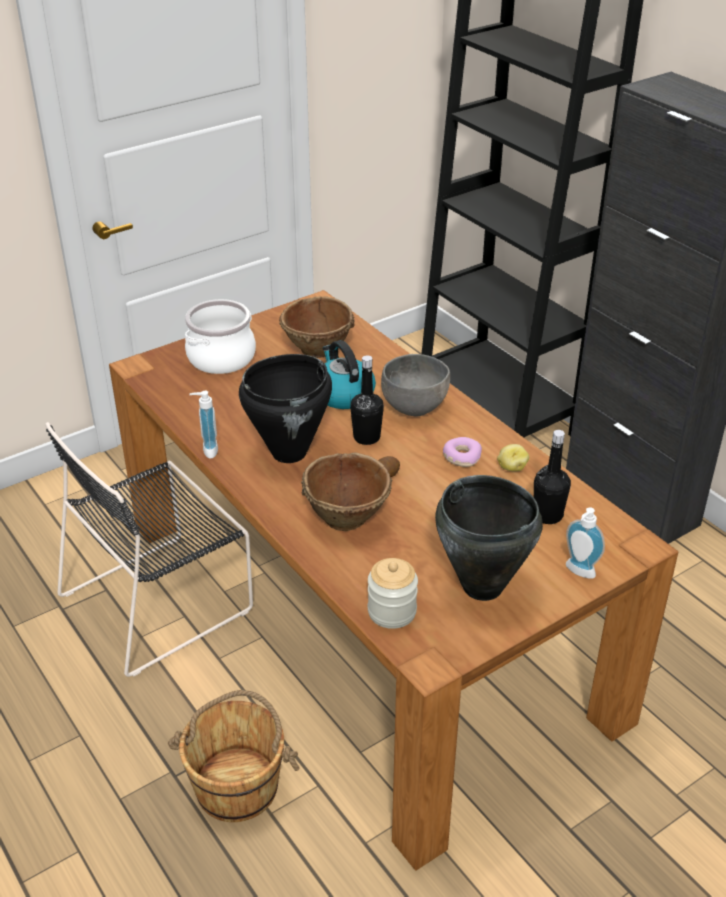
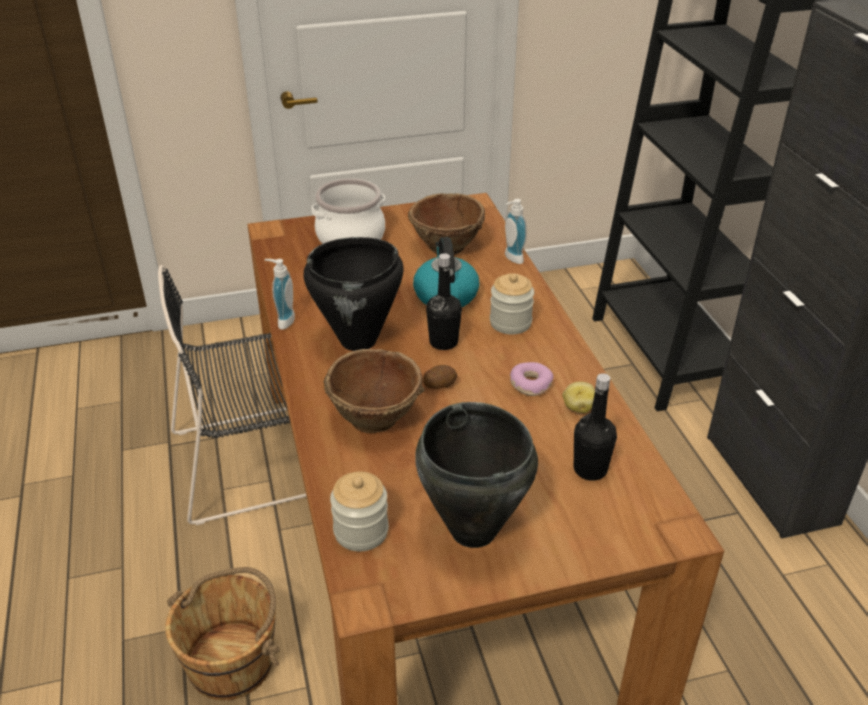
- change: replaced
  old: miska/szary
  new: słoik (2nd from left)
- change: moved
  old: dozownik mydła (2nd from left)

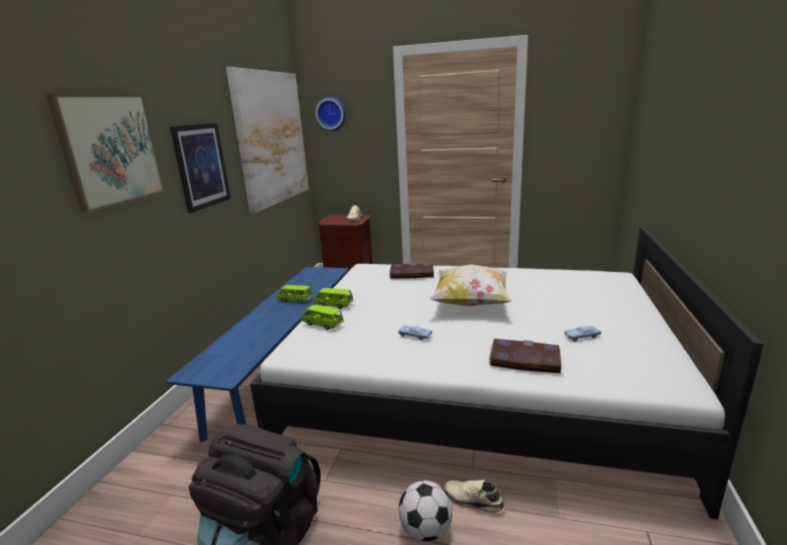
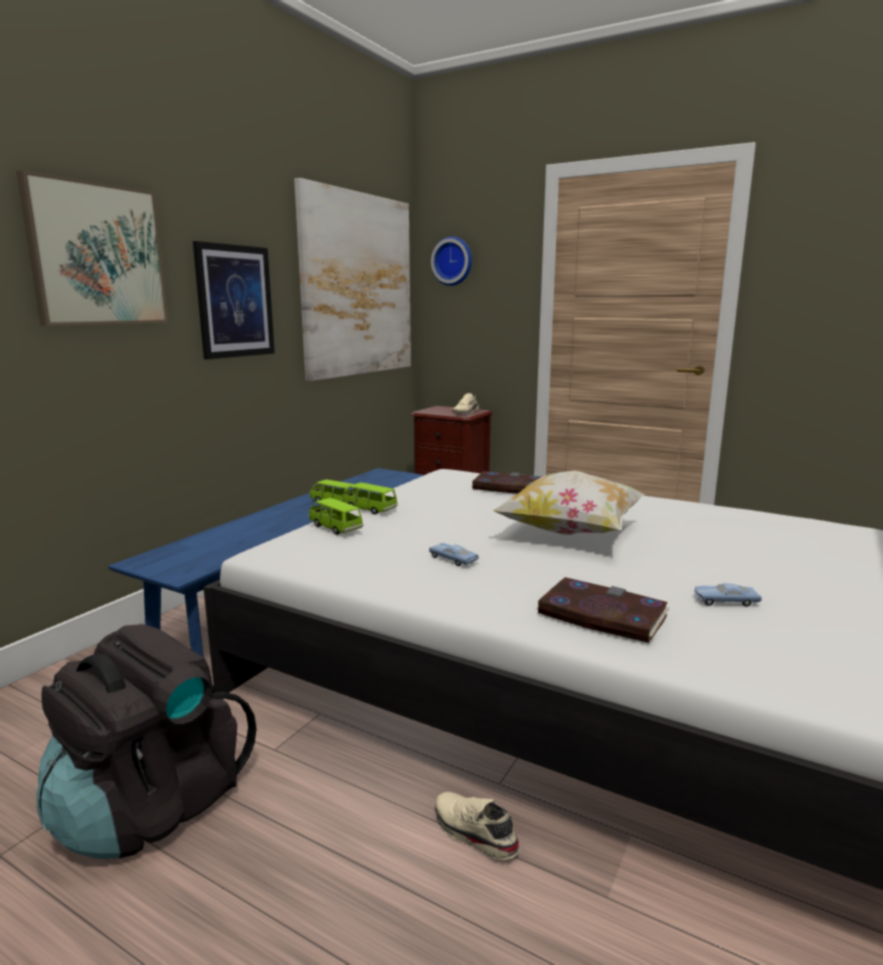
- change: removed
  old: piłka futbolowa

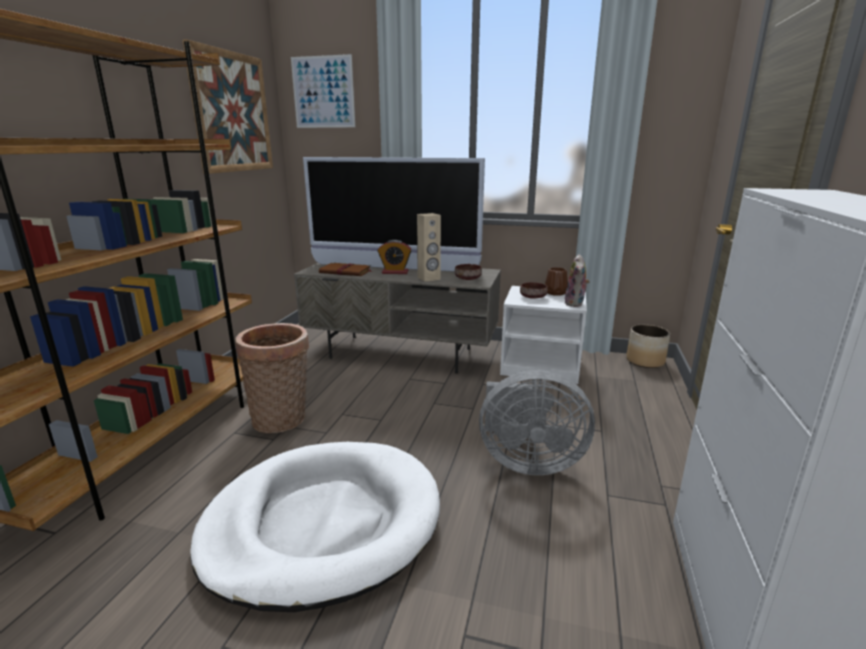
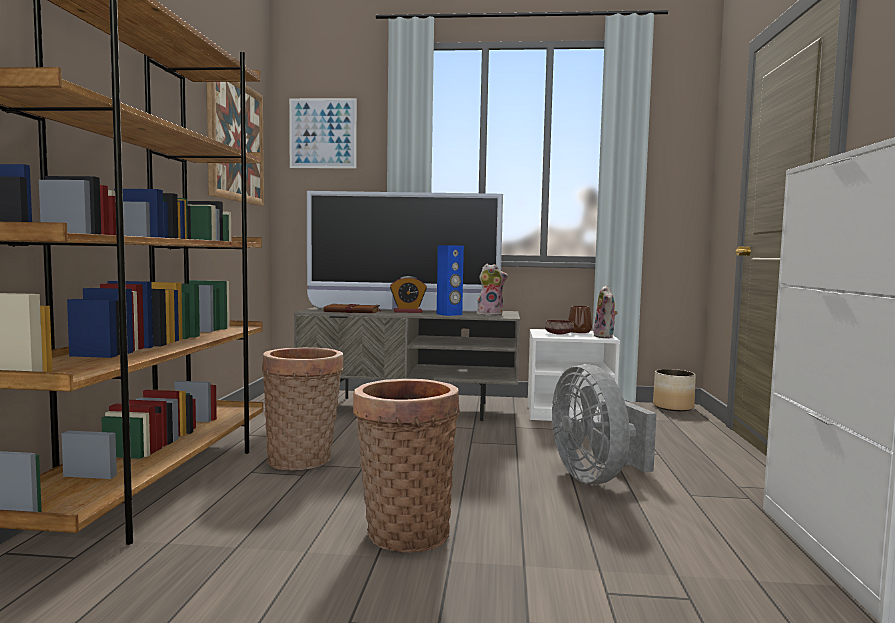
- change: recoloured
  old: głośnik/beżowy
  new: głośnik/niebieski
- change: replaced
  old: miska/brązowy (1st from left)
  new: pluszak (1st from left)
- change: turned
  old: wentylator/szary
  degrees: 75
- change: replaced
  old: legowisko/biały
  new: koszyk (2nd from left)

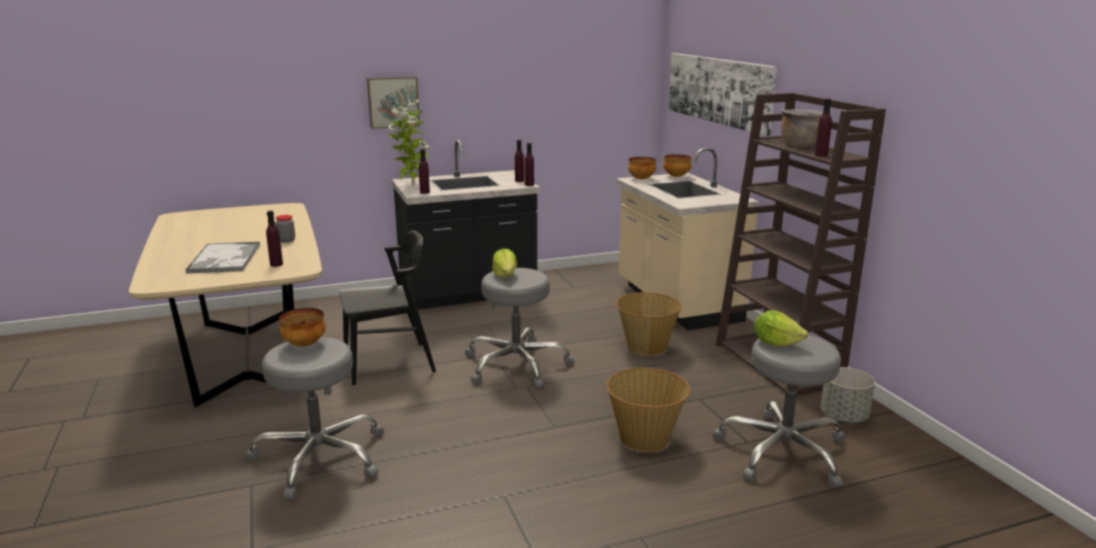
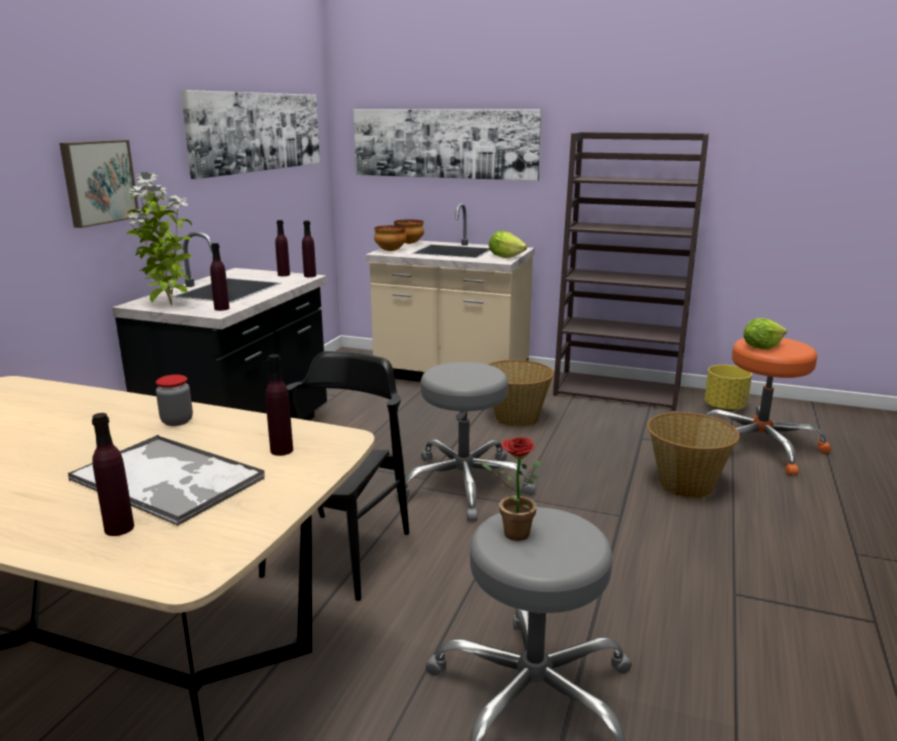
- change: moved
  old: butelka/fioletowy (5th from left in the first image)
  new: butelka/fioletowy (1st from left)
- change: removed
  old: garnek/brązowy
- change: moved
  old: sałata (1st from left)
- change: replaced
  old: miska (1st from left)
  new: roślina doniczkowa (2nd from left)
- change: recoloured
  old: stołek/szary (3rd from left)
  new: stołek/pomarańczowy
- change: recoloured
  old: donica/szary
  new: donica/żółty
- change: added
  new: obraz (2nd from left)

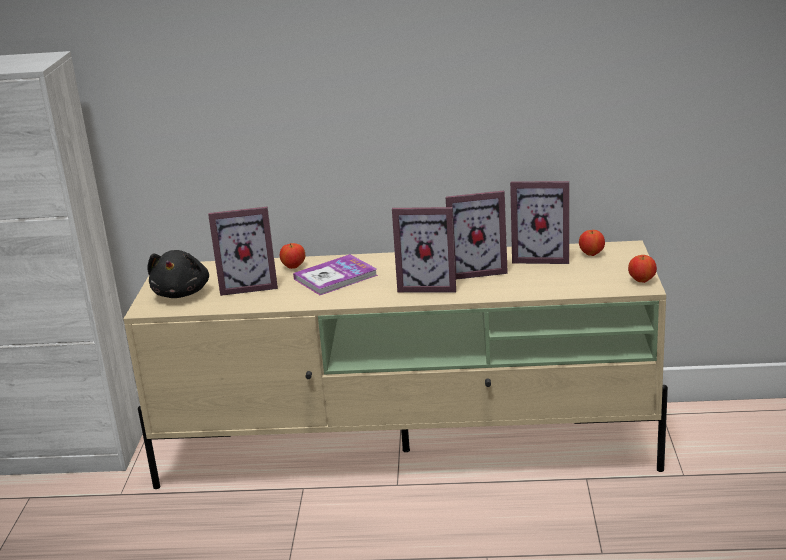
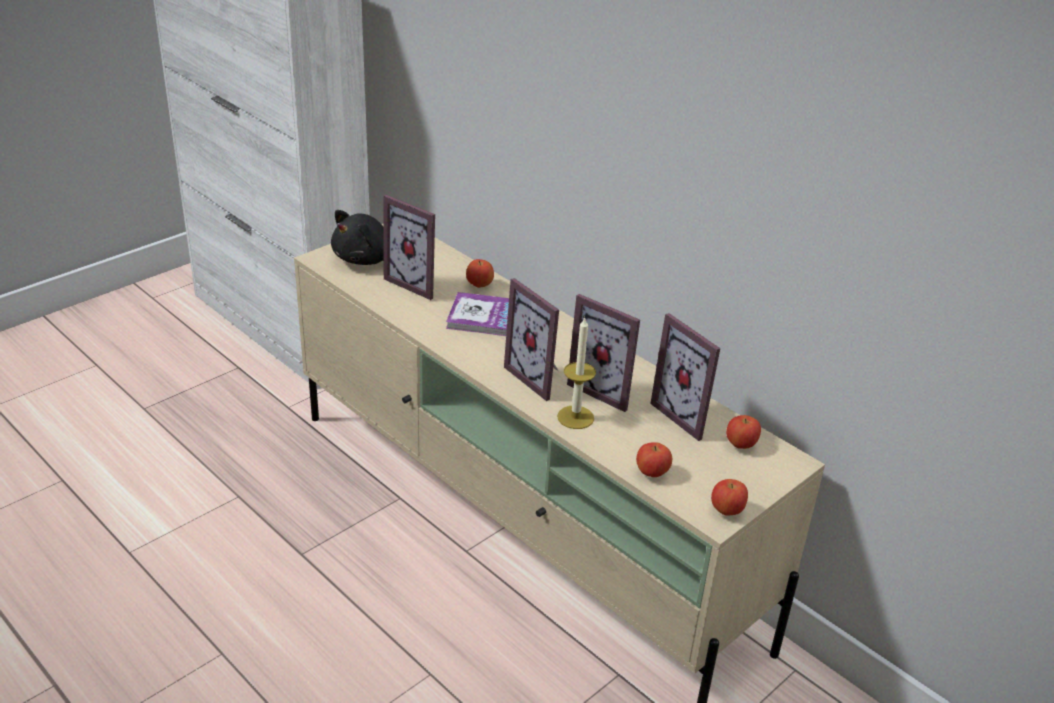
- change: added
  new: świeca
- change: added
  new: jabłko (2nd from left)

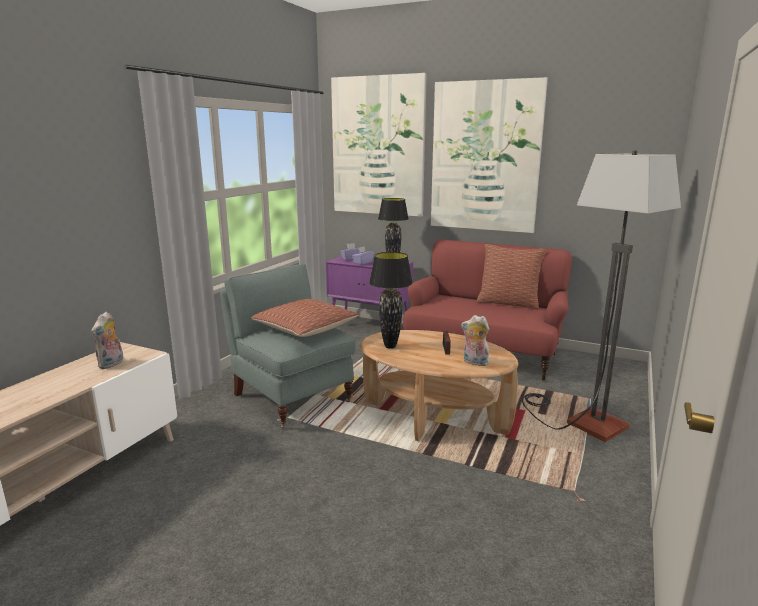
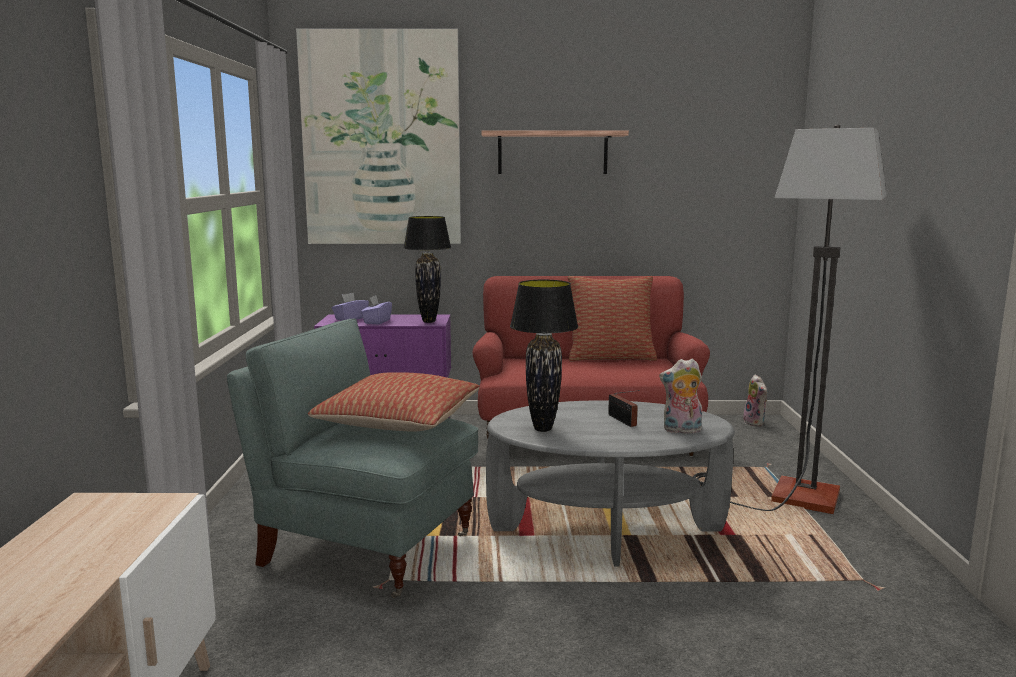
- change: replaced
  old: obraz (2nd from left)
  new: półka
- change: moved
  old: pluszak (1st from left in the first image)
  new: pluszak (2nd from left)
- change: recoloured
  old: ława/brązowy
  new: ława/szary

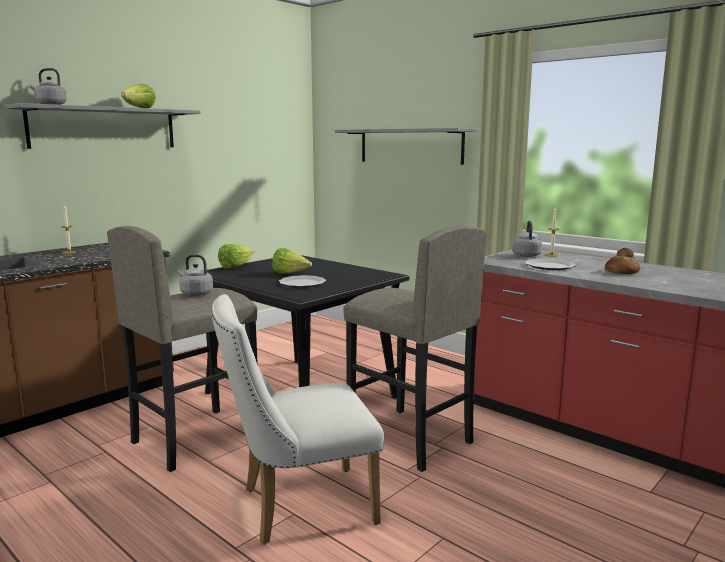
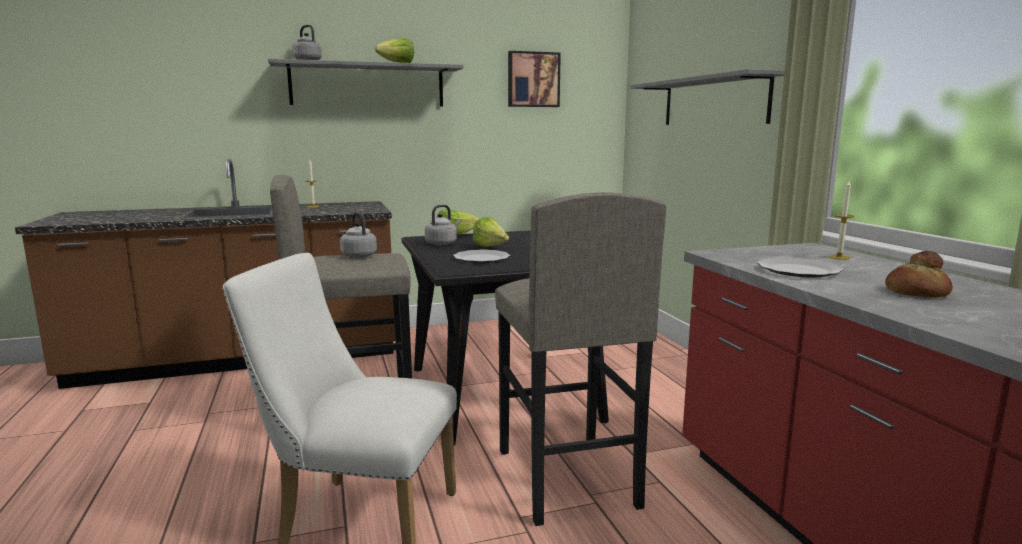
- change: moved
  old: czajnik/szary (3rd from left)
- change: added
  new: obraz

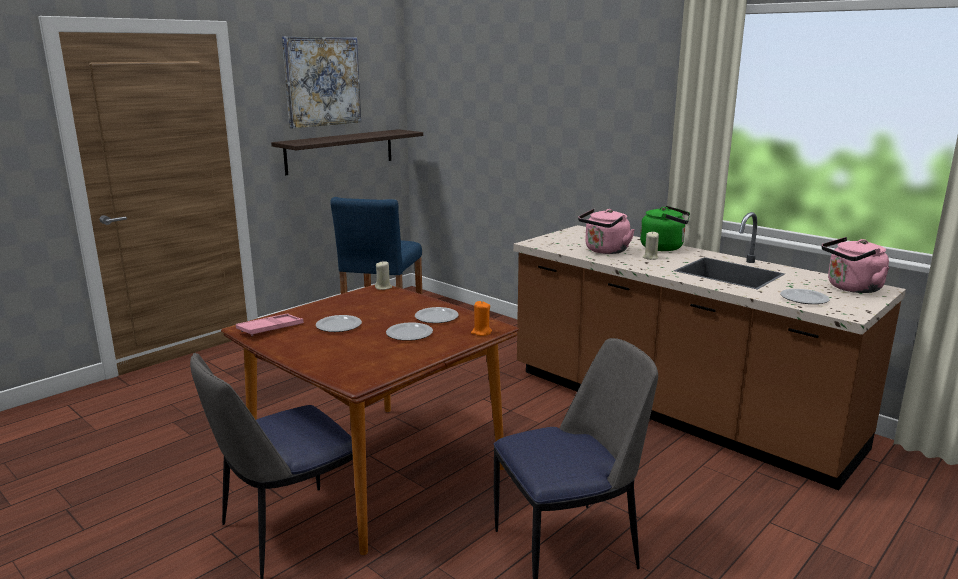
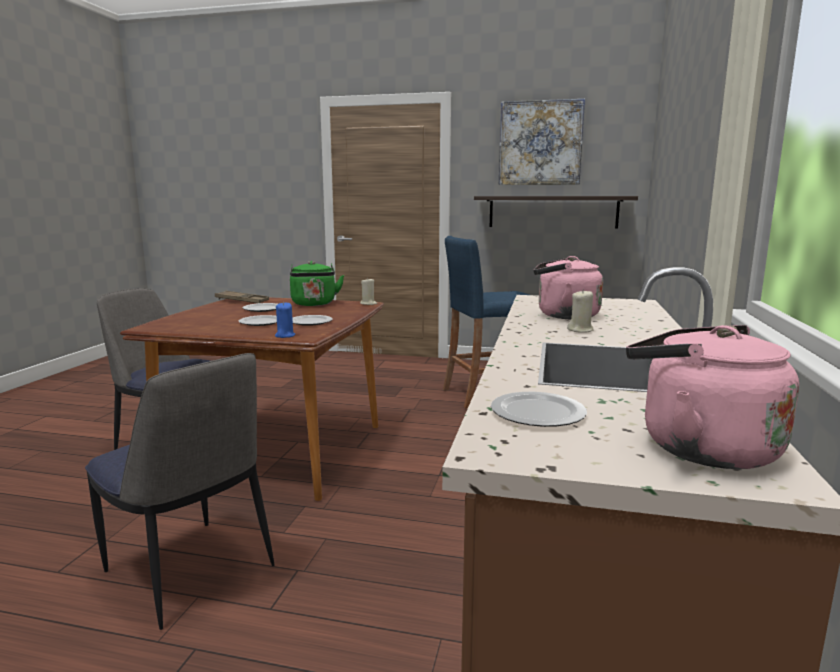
- change: moved
  old: czajnik/zielony
- change: recoloured
  old: świeca/pomarańczowy
  new: świeca/niebieski
- change: recoloured
  old: taca/różowy
  new: taca/brązowy

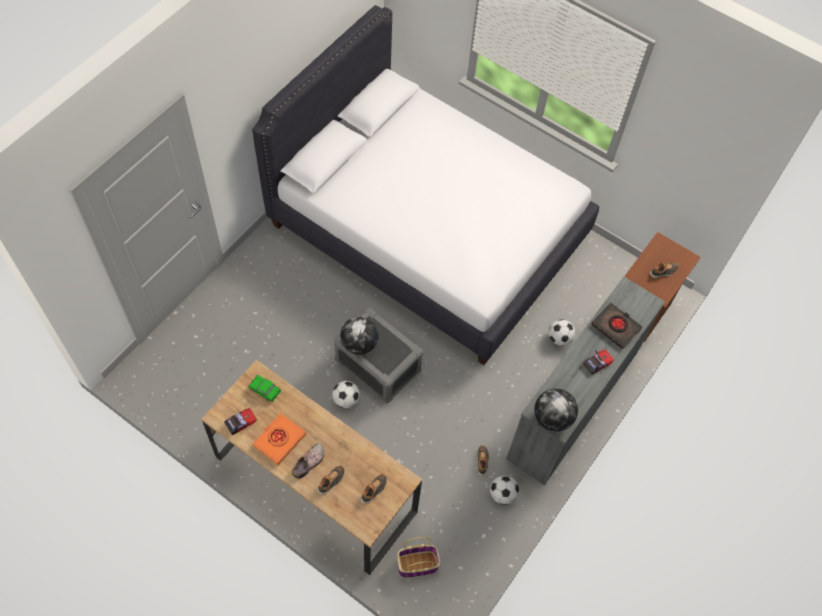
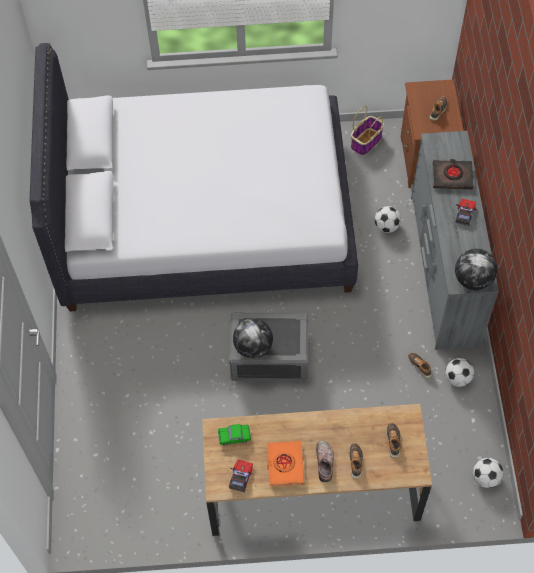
- change: moved
  old: piłka futbolowa (1st from left in the first image)
  new: piłka futbolowa (3rd from left)
- change: moved
  old: koszyk

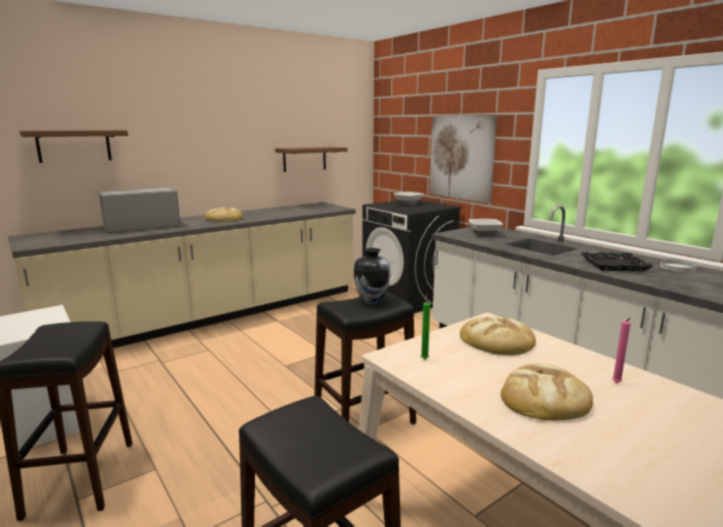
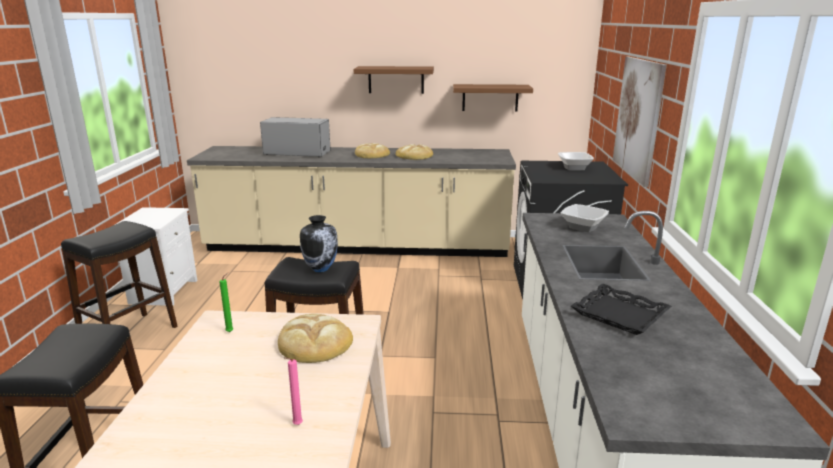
- change: moved
  old: półka/brązowy (1st from left)
- change: removed
  old: talerz/biały
- change: moved
  old: chleb (3rd from left)

